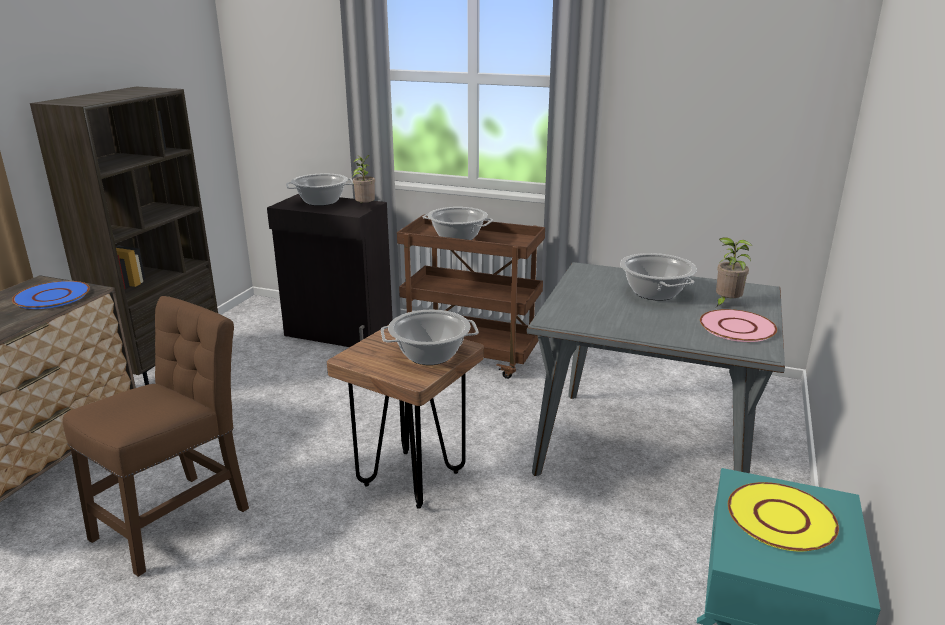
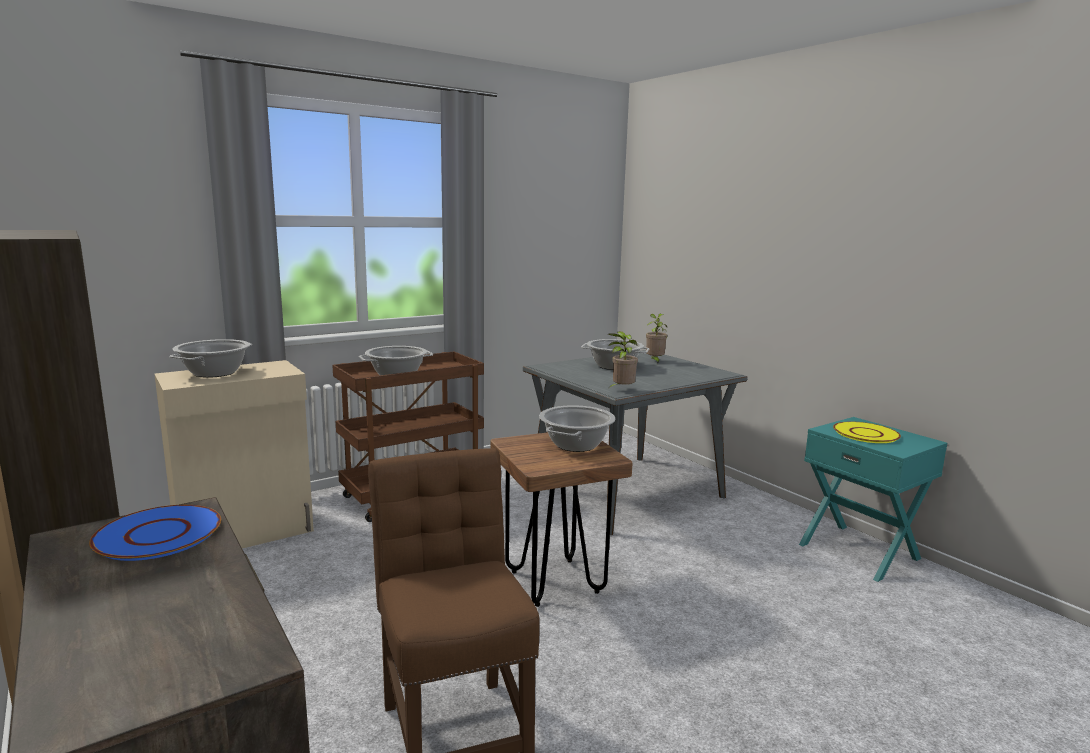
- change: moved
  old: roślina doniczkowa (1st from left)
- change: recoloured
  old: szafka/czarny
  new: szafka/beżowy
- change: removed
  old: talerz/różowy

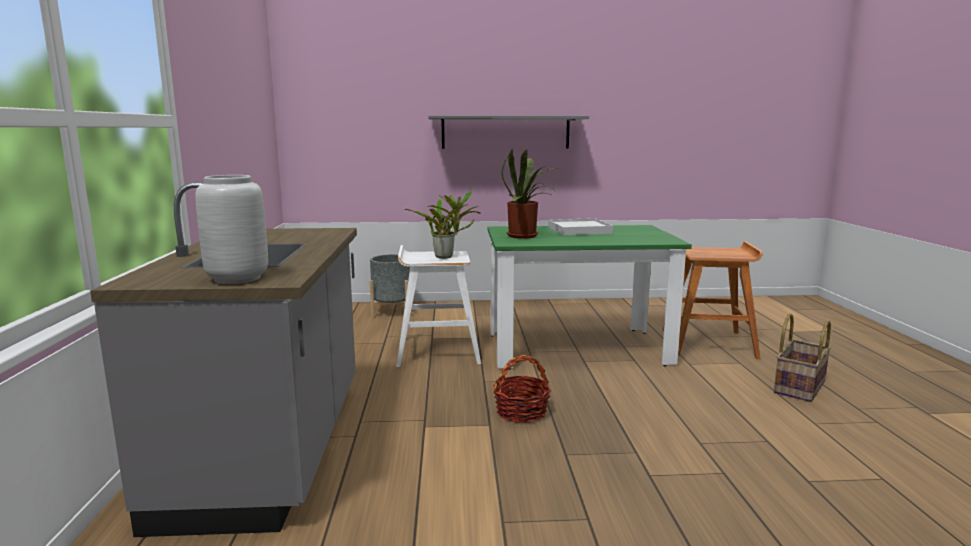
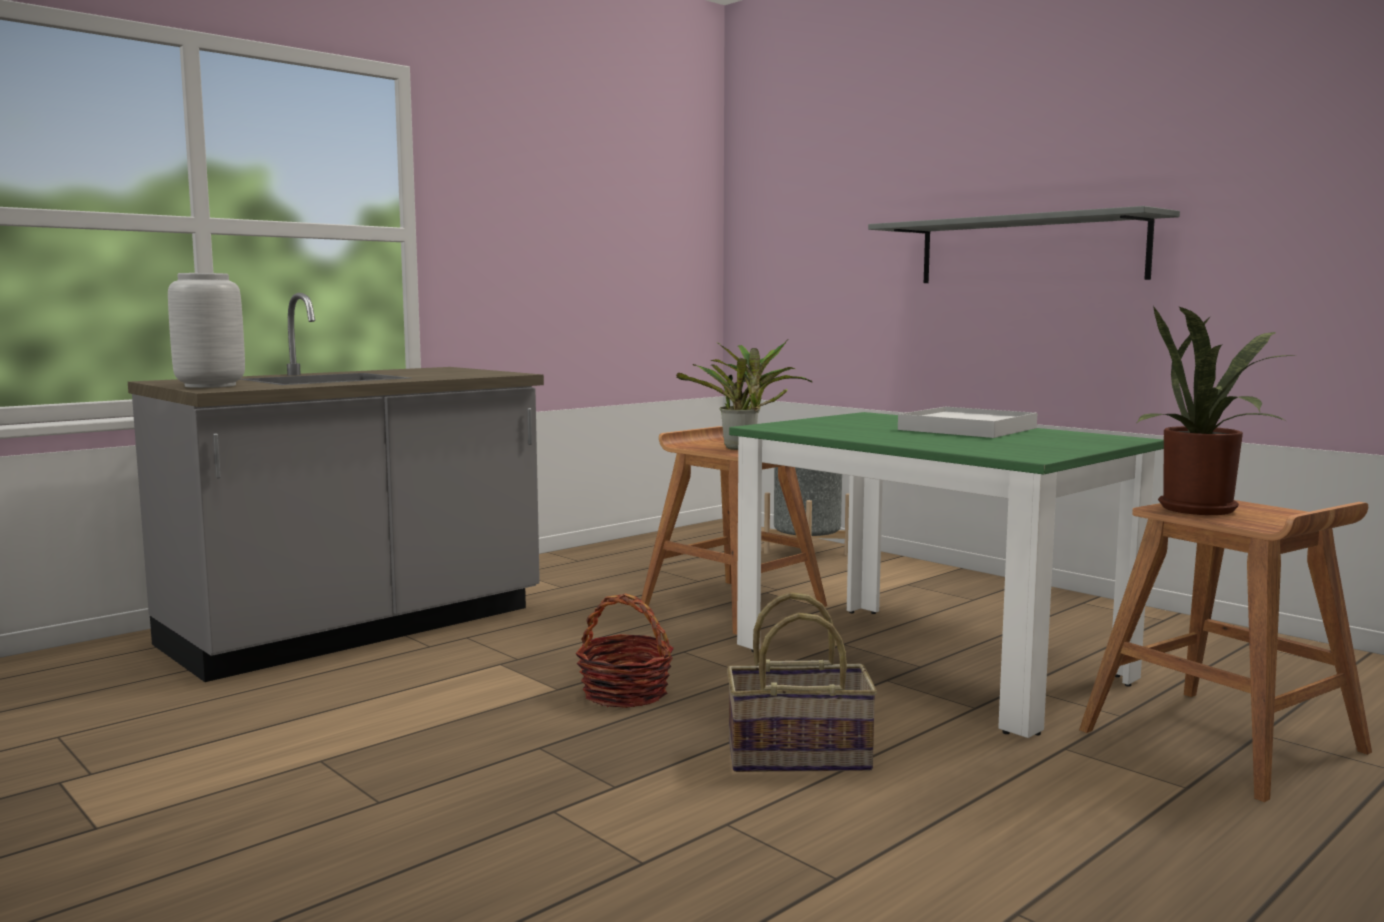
- change: moved
  old: roślina doniczkowa (2nd from left)
- change: recoloured
  old: stołek/biały
  new: stołek/brązowy (1st from left)
- change: moved
  old: koszyk (2nd from left)

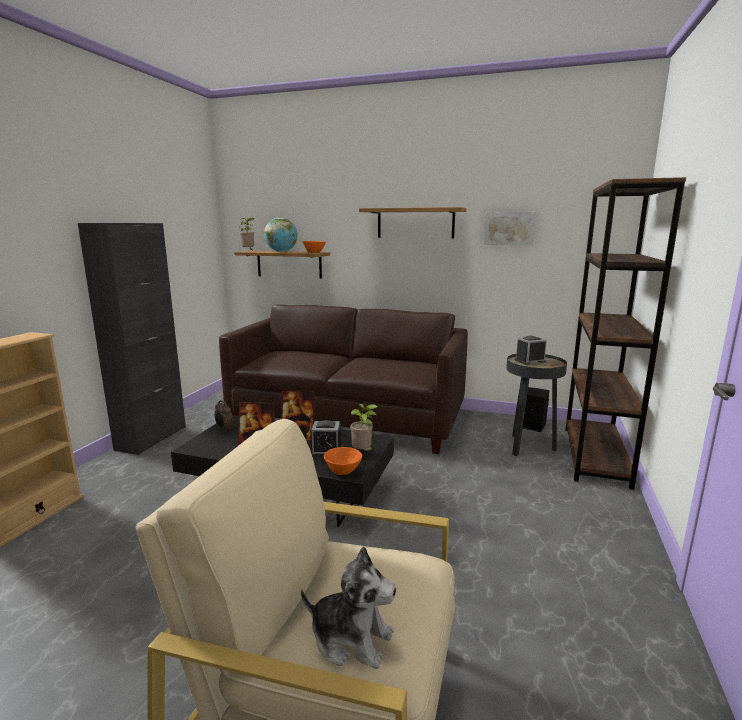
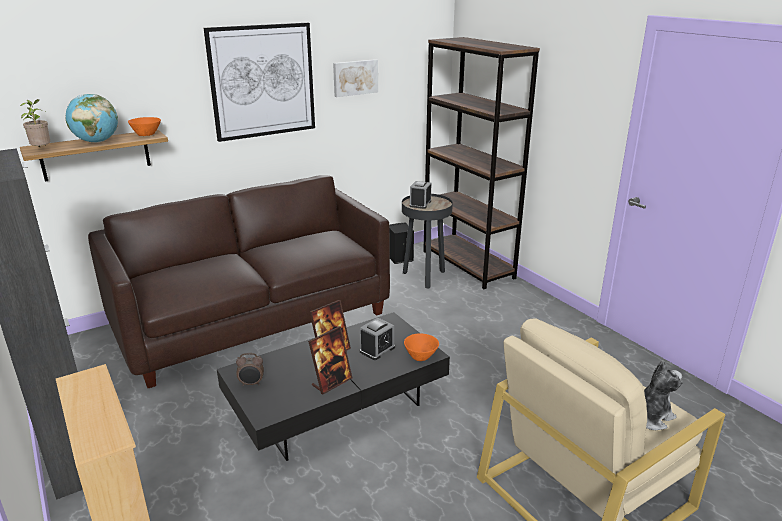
- change: replaced
  old: półka (2nd from left)
  new: obraz (1st from left)
- change: removed
  old: roślina doniczkowa (2nd from left)

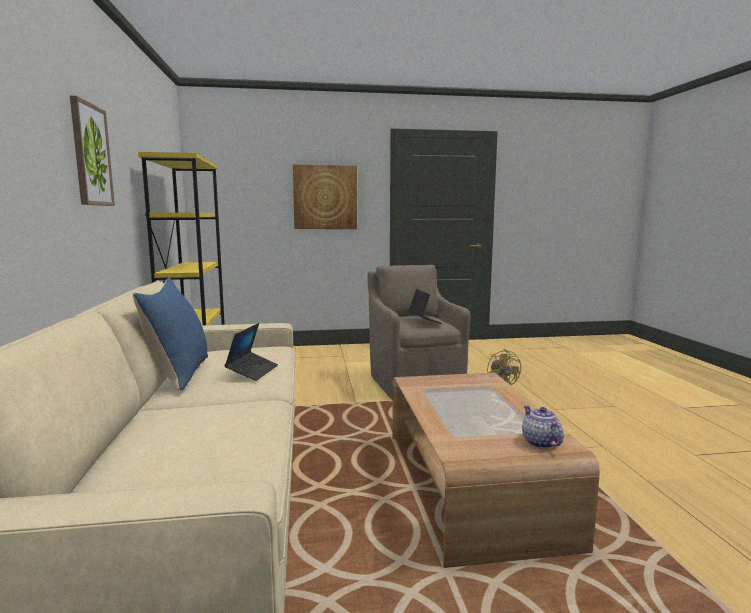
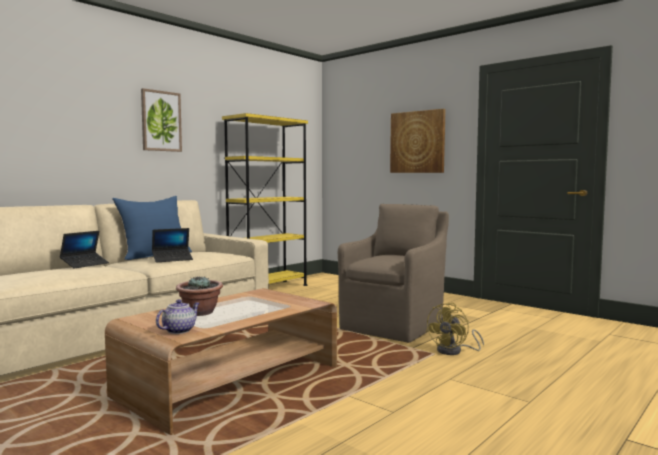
- change: moved
  old: laptop (2nd from left in the first image)
  new: laptop (1st from left)
- change: added
  new: roślina doniczkowa

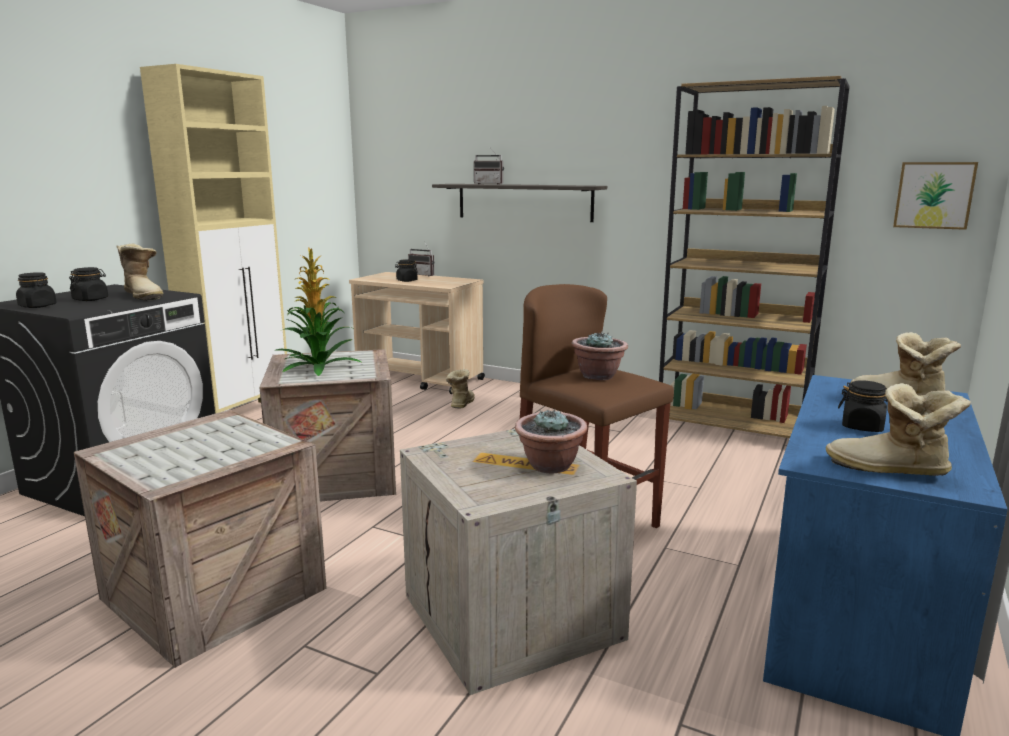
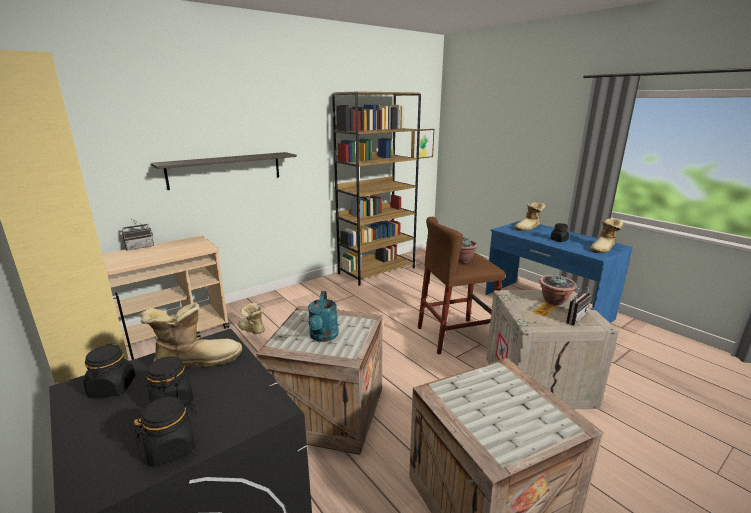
- change: moved
  old: radio (2nd from left)
- change: replaced
  old: roślina doniczkowa (1st from left)
  new: konewka/turkusowy
- change: moved
  old: słoik/czarny (3rd from left in the first image)
  new: słoik/czarny (1st from left)

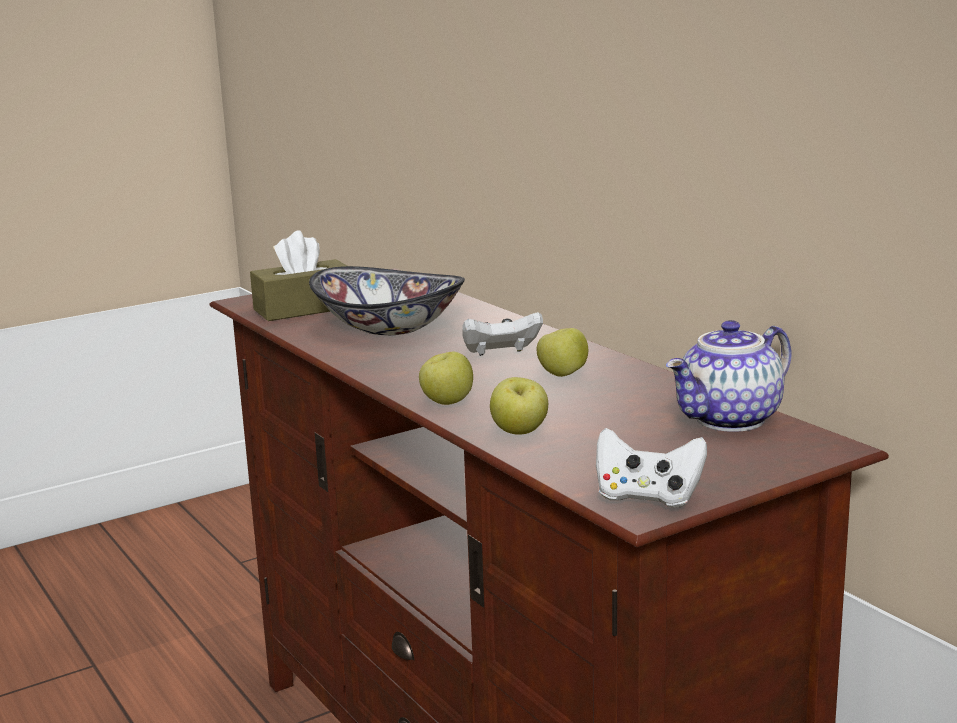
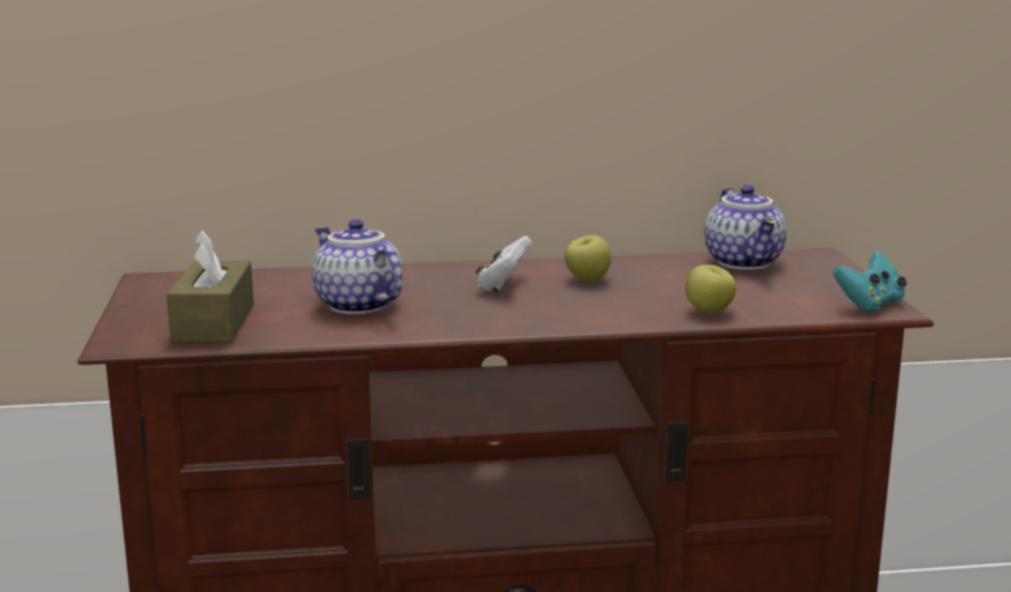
- change: replaced
  old: miska
  new: imbryk (1st from left)
- change: removed
  old: jabłko (1st from left)
- change: recoloured
  old: pad do gier/biały (2nd from left)
  new: pad do gier/turkusowy

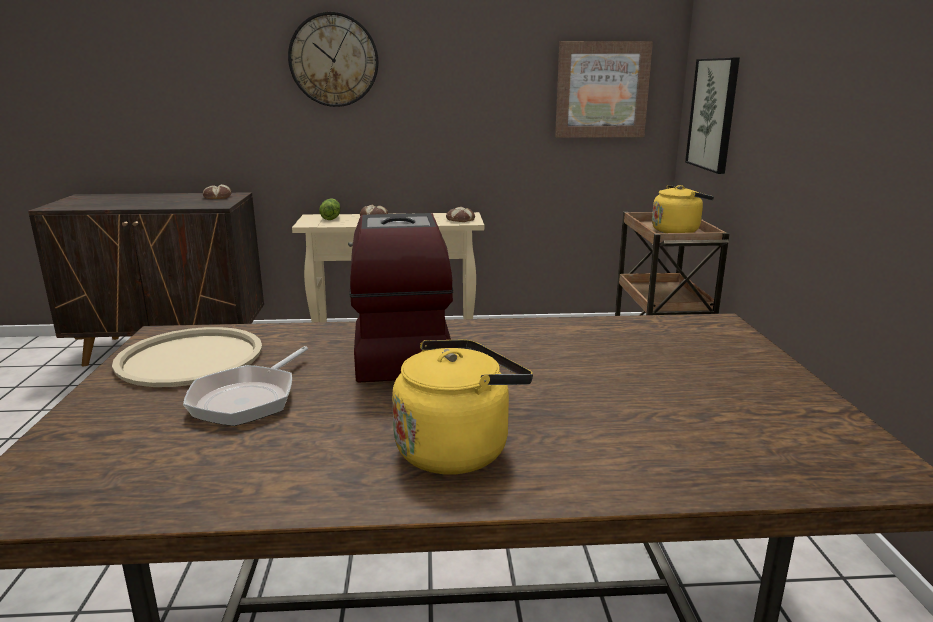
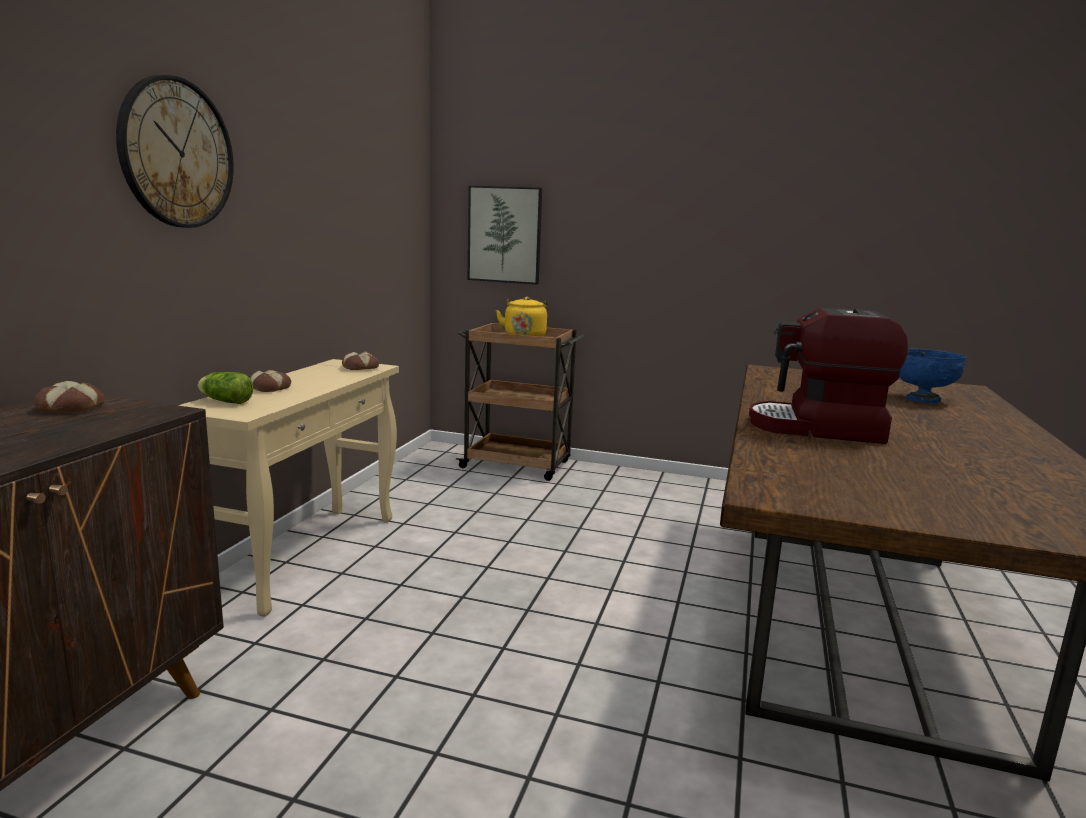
- change: removed
  old: obraz (1st from left)
- change: removed
  old: taca/beżowy
- change: removed
  old: czajnik/żółty (1st from left)
- change: removed
  old: patelnia
- change: added
  new: miska/niebieski

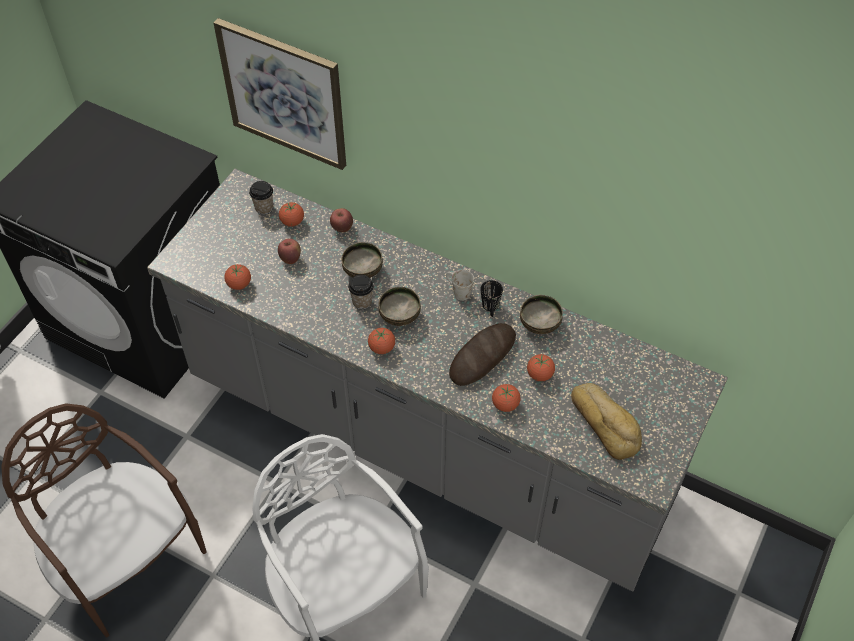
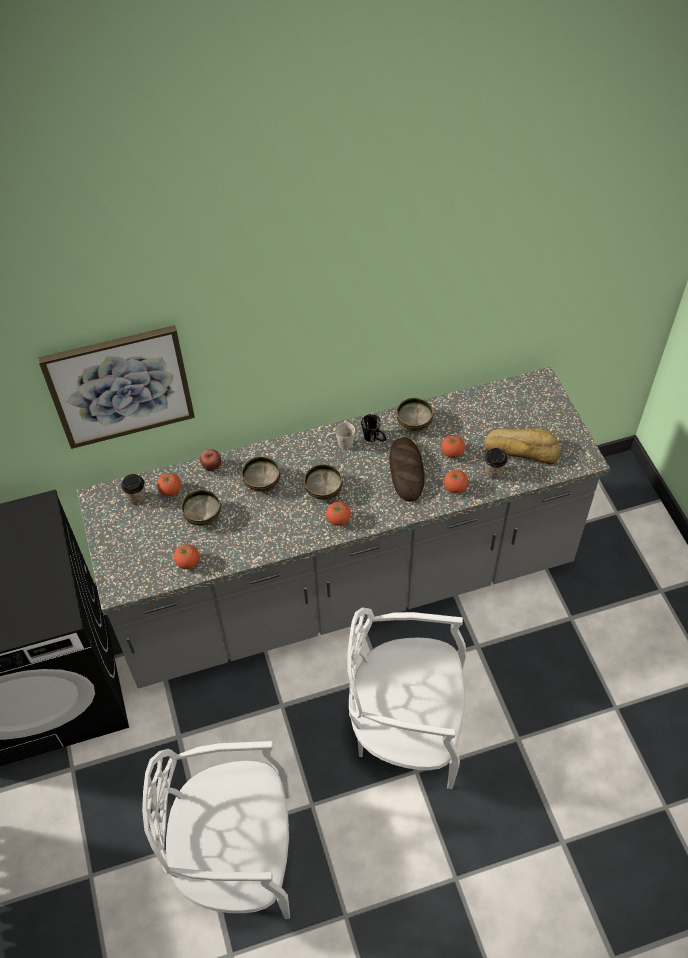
- change: replaced
  old: jabłko (1st from left)
  new: miska (1st from left)
- change: moved
  old: filiżanka (2nd from left)
- change: recoloured
  old: krzesło/brązowy
  new: krzesło/biały (1st from left)

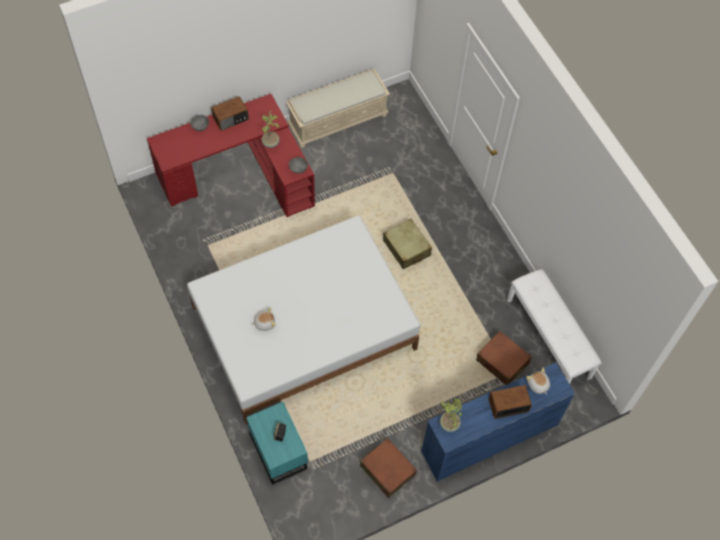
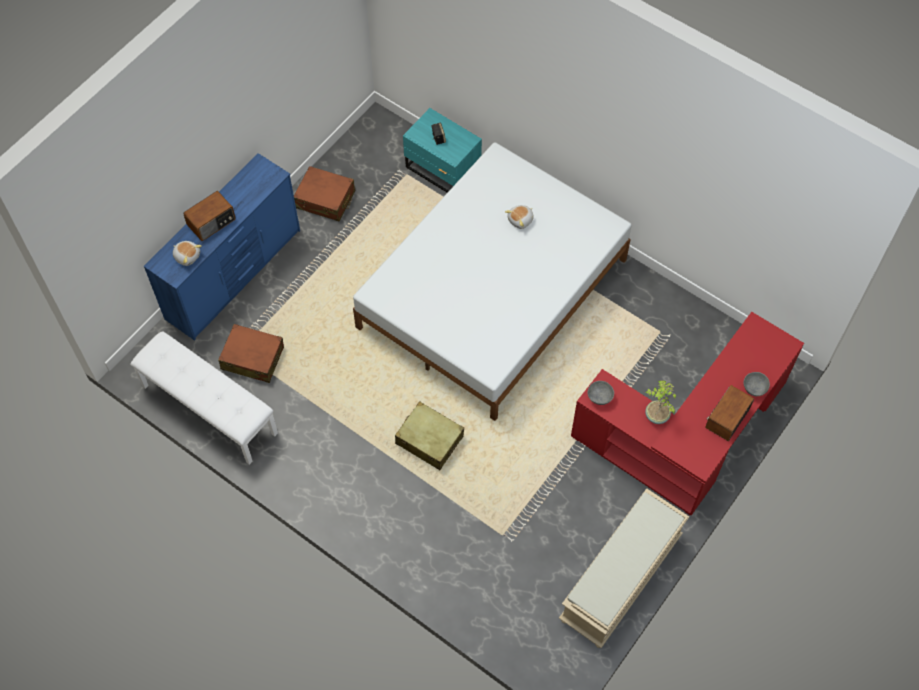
- change: removed
  old: roślina doniczkowa (2nd from left)

